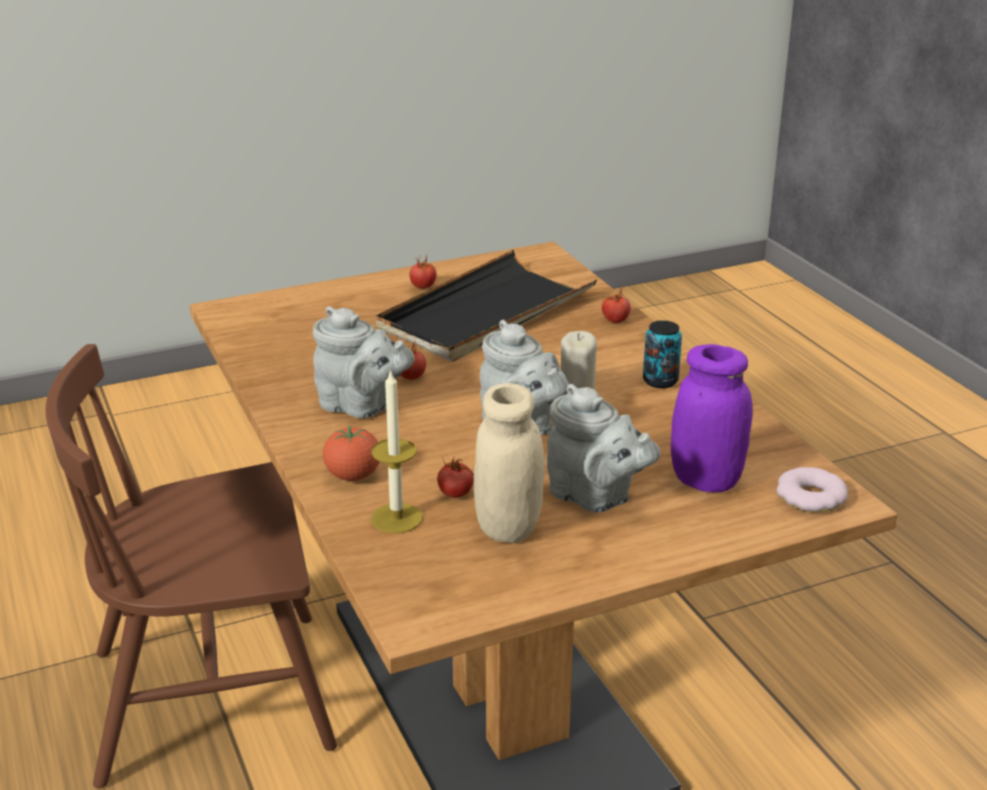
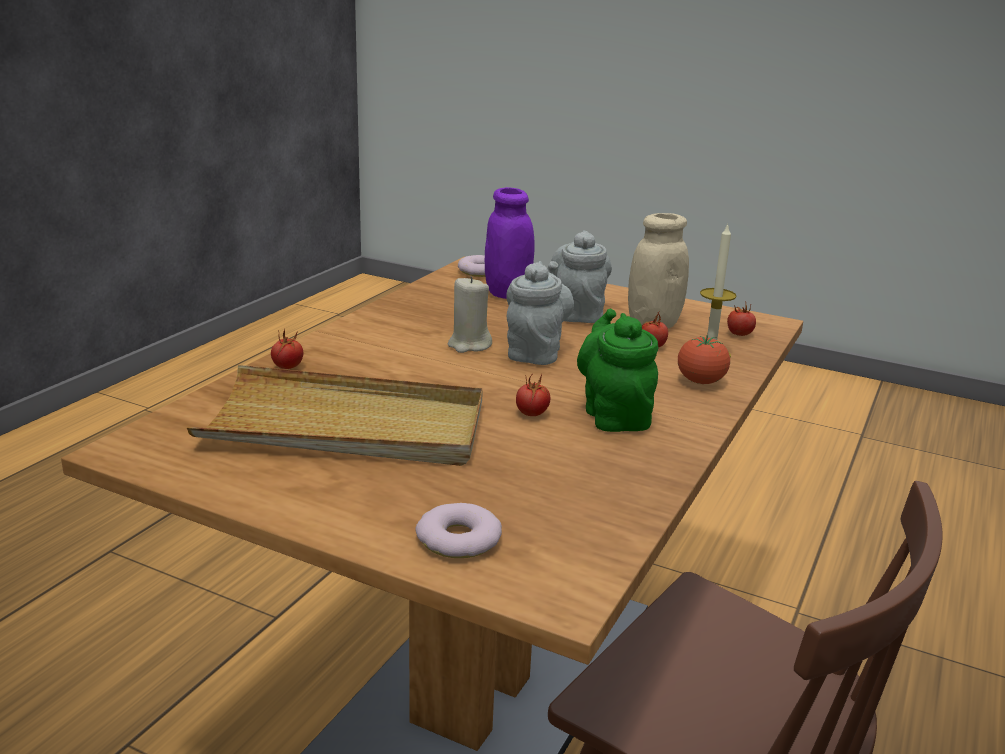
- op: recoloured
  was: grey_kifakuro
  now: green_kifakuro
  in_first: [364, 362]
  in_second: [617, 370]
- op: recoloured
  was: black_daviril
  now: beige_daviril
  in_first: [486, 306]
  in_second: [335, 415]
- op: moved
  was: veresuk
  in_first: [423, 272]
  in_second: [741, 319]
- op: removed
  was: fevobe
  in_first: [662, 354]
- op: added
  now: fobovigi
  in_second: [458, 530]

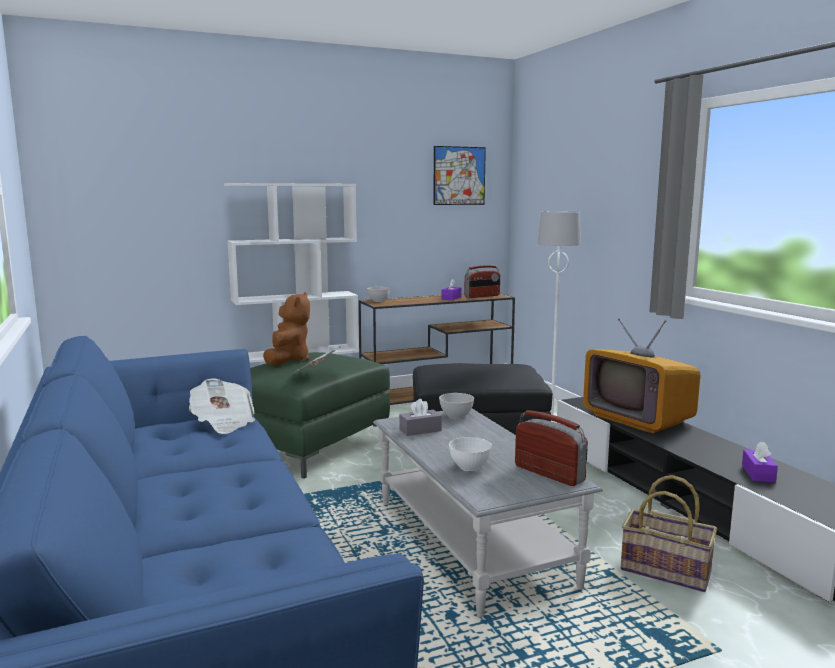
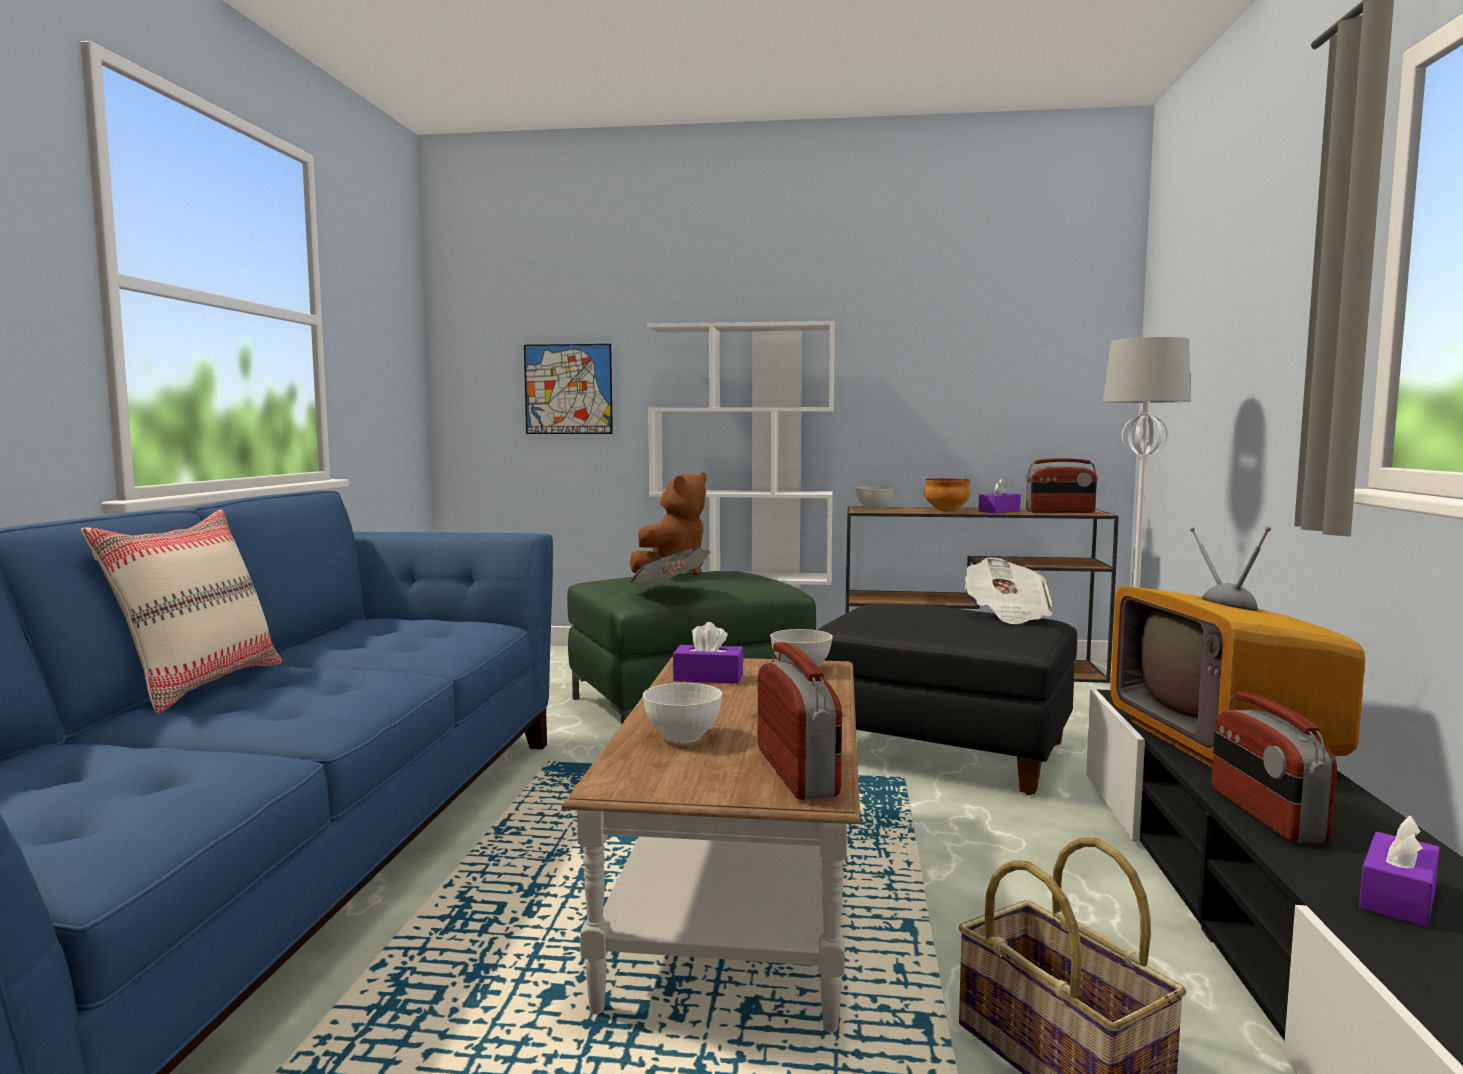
- op: moved
  was: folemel
  in_first: [222, 406]
  in_second: [1008, 591]
- op: recoloured
  was: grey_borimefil
  now: brown_borimefil
  in_first: [488, 513]
  in_second: [710, 845]
- op: recoloured
  was: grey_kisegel
  now: purple_kisegel
  in_first: [420, 417]
  in_second: [708, 653]
- op: moved
  was: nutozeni
  in_first: [459, 175]
  in_second: [568, 389]
- op: added
  now: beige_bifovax
  in_second: [181, 611]
- op: added
  now: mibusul
  in_second: [947, 495]
- op: added
  now: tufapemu
  in_second: [1274, 767]

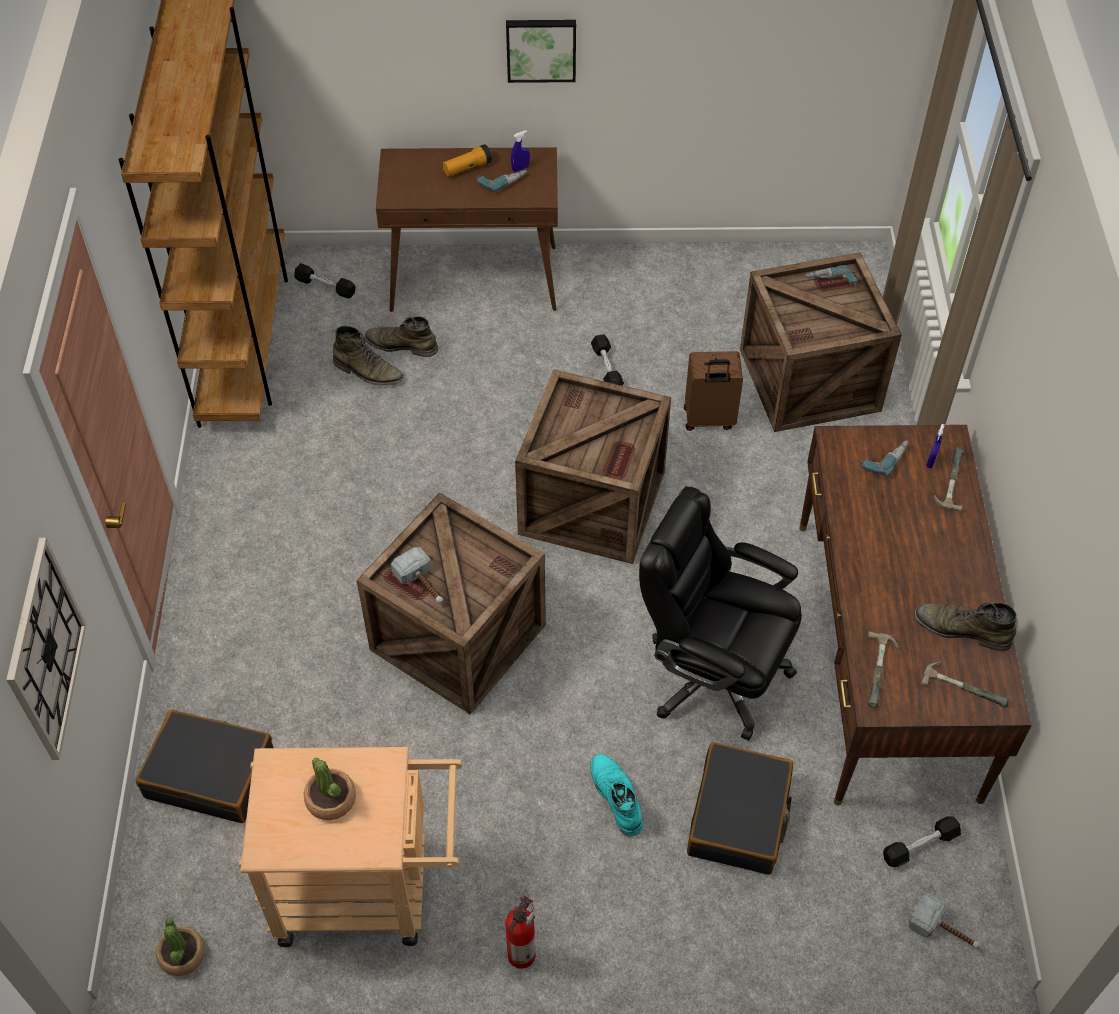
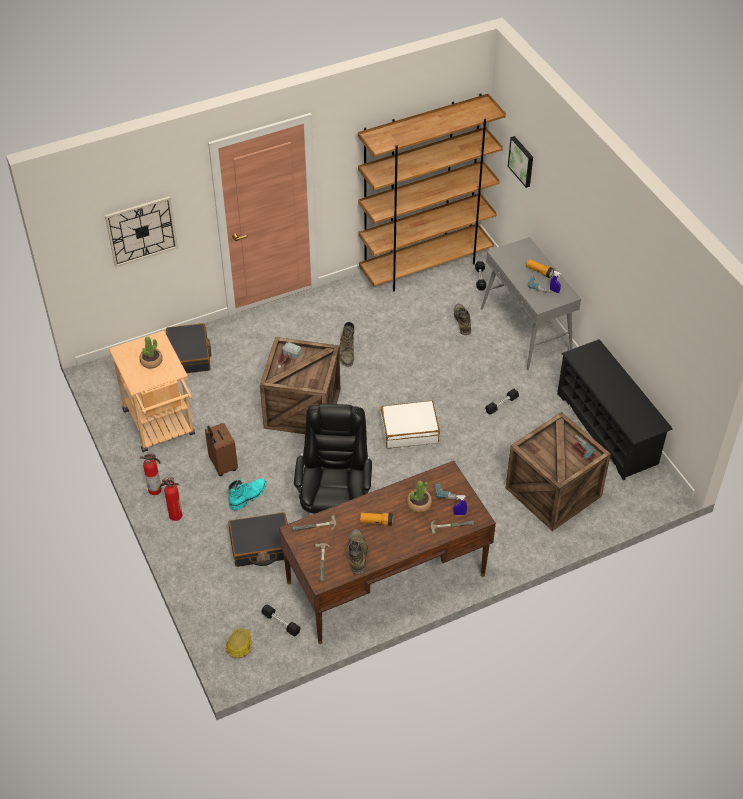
- op: moved
  was: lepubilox
  in_first: [180, 946]
  in_second: [419, 497]
- op: moved
  was: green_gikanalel
  in_first: [368, 356]
  in_second: [346, 344]
- op: recoloured
  was: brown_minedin
  now: grey_minedin
  in_first: [467, 229]
  in_second: [531, 303]
- op: moved
  was: nutozeni
  in_first: [541, 51]
  in_second: [520, 162]
- op: replaced
  was: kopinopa
  now: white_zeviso
  in_first: [593, 466]
  in_second: [410, 424]
- op: moved
  was: brown_zeviso
  in_first: [713, 391]
  in_second: [221, 449]
- op: replaced
  was: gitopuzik
  now: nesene
  in_first: [944, 921]
  in_second: [238, 643]
- op: added
  now: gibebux
  in_second: [171, 499]
- op: added
  now: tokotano
  in_second: [376, 519]
- op: added
  now: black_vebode
  in_second: [615, 409]

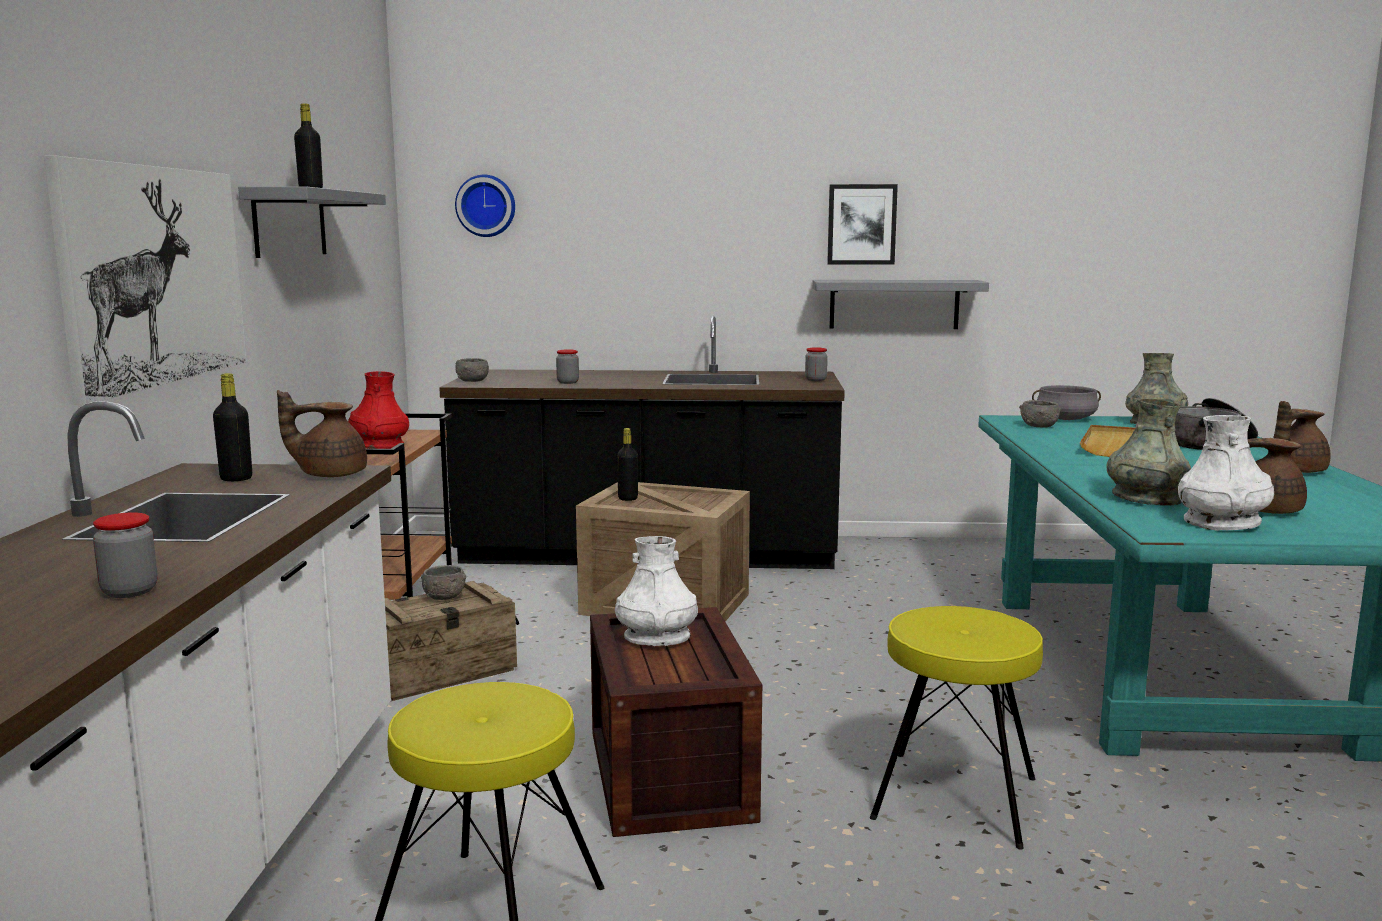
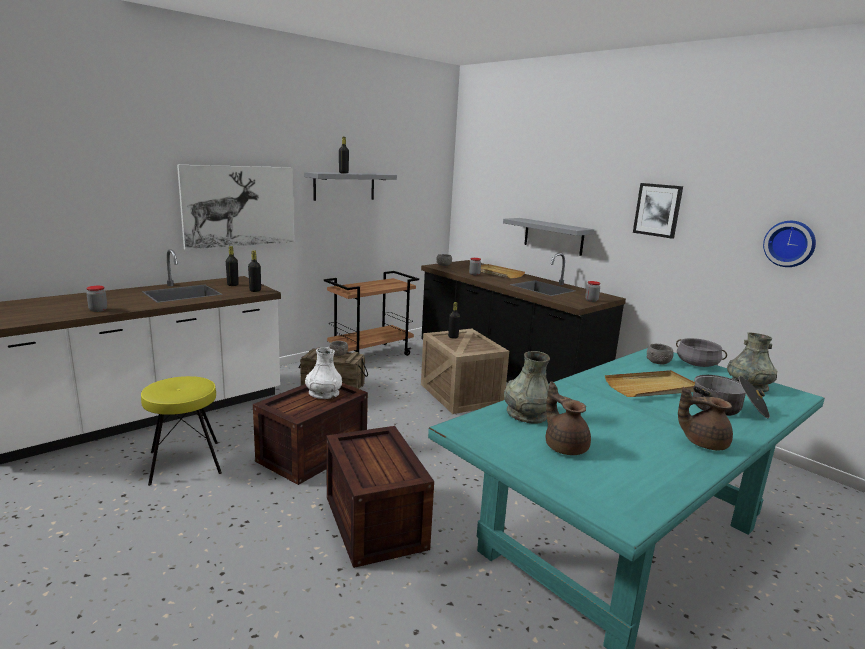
- op: replaced
  was: brown_kifakuro
  now: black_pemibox
  in_first: [322, 433]
  in_second: [254, 271]
- op: removed
  was: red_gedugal
  in_first: [378, 410]
- op: moved
  was: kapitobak
  in_first: [485, 206]
  in_second: [789, 244]
- op: moved
  was: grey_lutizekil
  in_first: [900, 304]
  in_second: [548, 237]
- op: replaced
  was: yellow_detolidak
  now: kopinopa
  in_first: [956, 728]
  in_second: [380, 497]
- op: removed
  was: white_gedugal
  in_first: [1226, 473]
- op: added
  now: beige_daviril
  in_second: [503, 271]

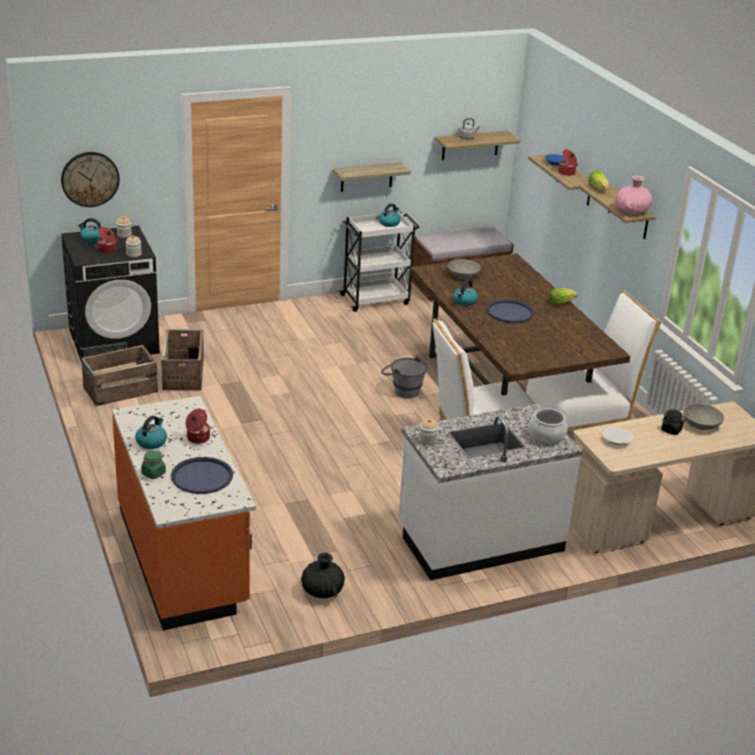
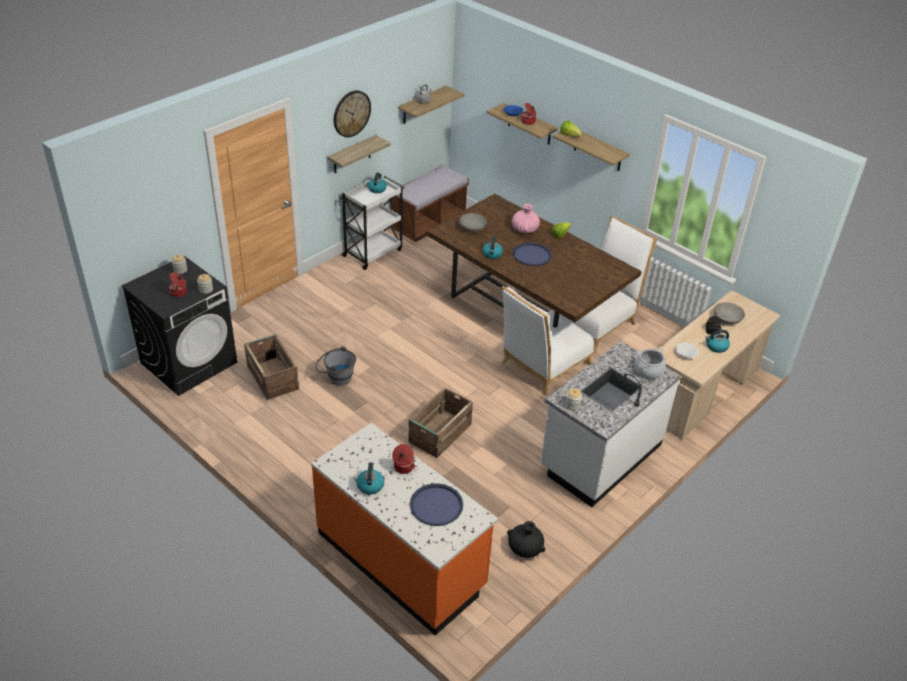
- op: moved
  was: kapitobak
  in_first: [90, 179]
  in_second: [352, 114]
- op: moved
  was: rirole
  in_first: [90, 231]
  in_second: [717, 341]
- op: moved
  was: kopinopa
  in_first: [119, 375]
  in_second: [441, 422]
- op: removed
  was: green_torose
  in_first: [153, 464]
- op: moved
  was: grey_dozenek
  in_first: [404, 377]
  in_second: [335, 366]
- op: moved
  was: pink_gedugal
  in_first: [634, 195]
  in_second: [526, 218]

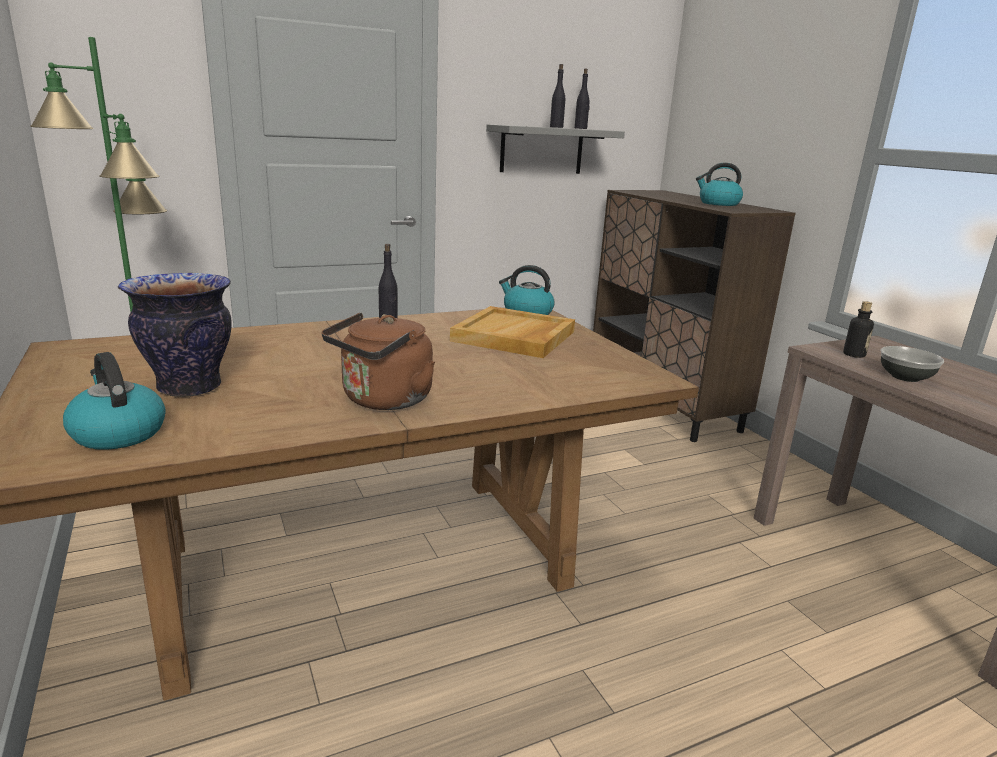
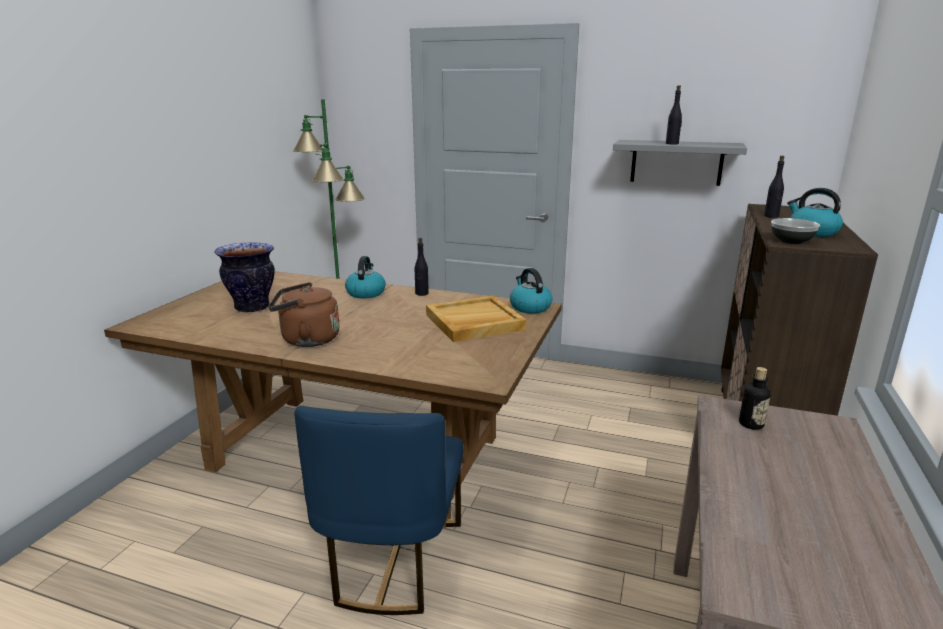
- op: moved
  was: rirole
  in_first: [114, 401]
  in_second: [365, 277]
- op: moved
  was: black_pemibox
  in_first: [582, 98]
  in_second: [774, 187]
- op: moved
  was: mibusul
  in_first: [912, 364]
  in_second: [795, 231]
- op: added
  now: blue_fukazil
  in_second: [378, 510]

